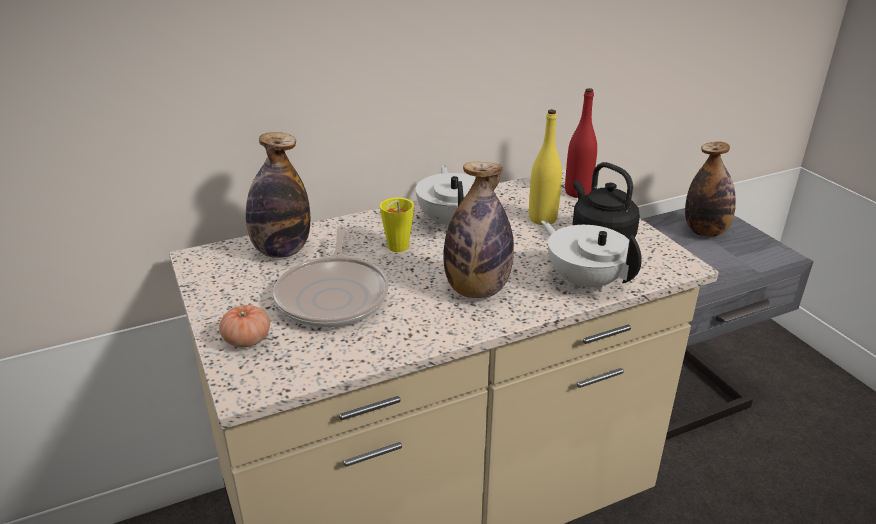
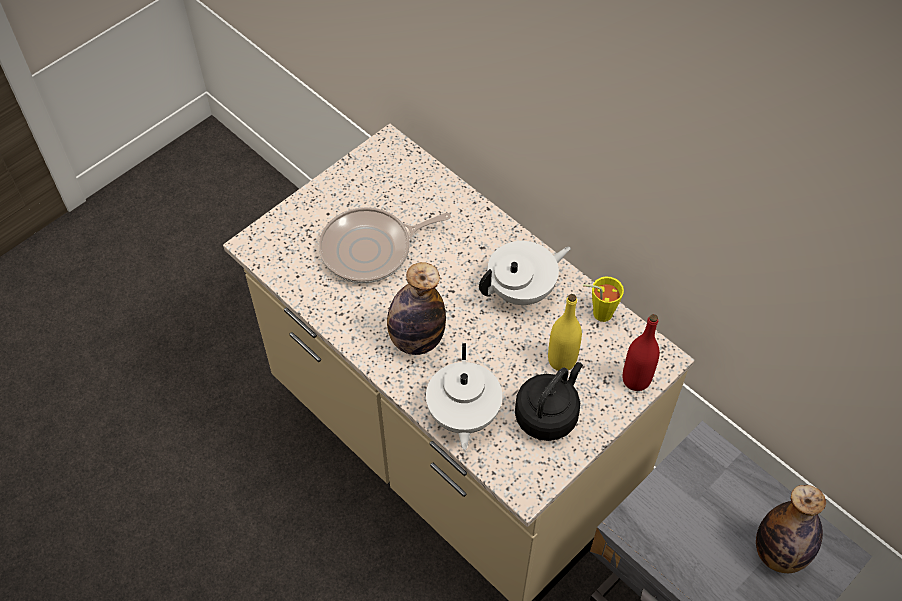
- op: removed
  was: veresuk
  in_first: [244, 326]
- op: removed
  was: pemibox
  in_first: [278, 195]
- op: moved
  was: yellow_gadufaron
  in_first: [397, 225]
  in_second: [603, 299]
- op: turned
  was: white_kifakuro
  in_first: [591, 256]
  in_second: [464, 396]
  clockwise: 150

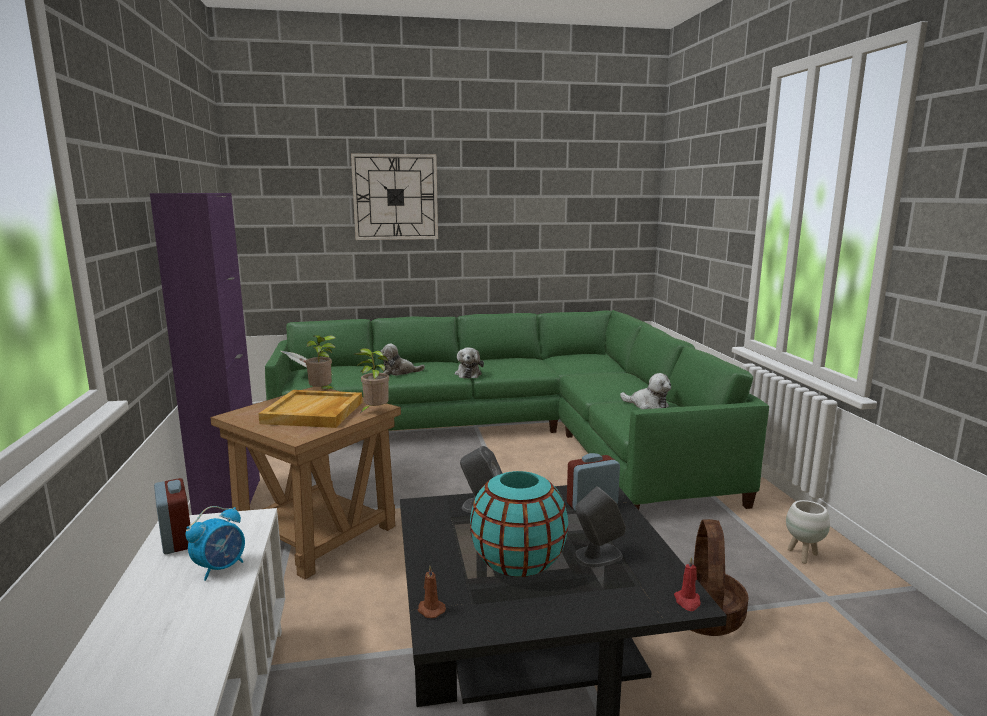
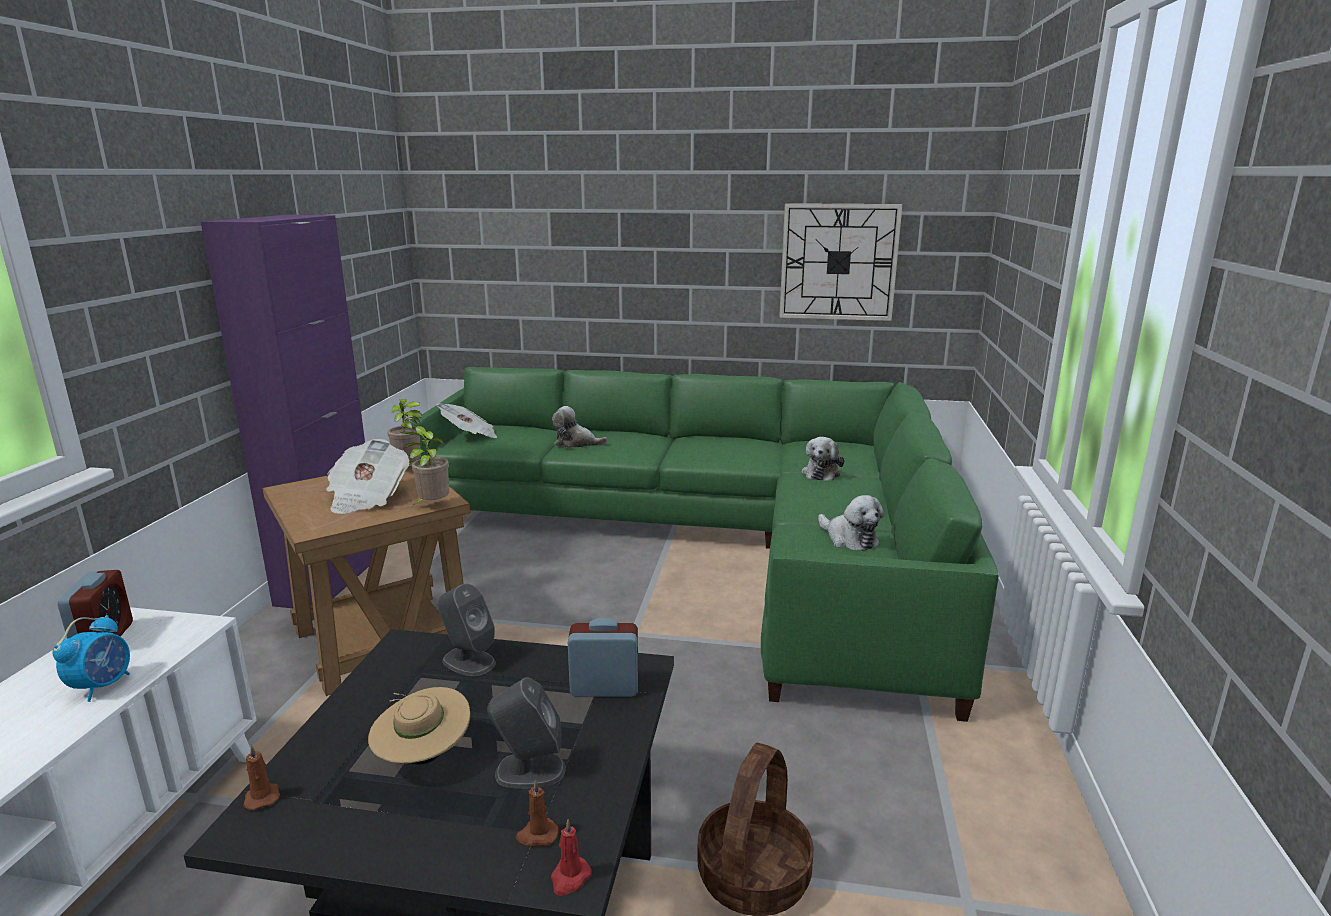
- op: turned
  was: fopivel
  in_first: [215, 543]
  in_second: [91, 658]
  clockwise: -45
- op: replaced
  was: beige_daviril
  now: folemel
  in_first: [310, 409]
  in_second: [368, 476]
- op: moved
  was: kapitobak
  in_first: [394, 196]
  in_second: [840, 262]
- op: moved
  was: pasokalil
  in_first: [469, 362]
  in_second: [823, 459]
- op: replaced
  was: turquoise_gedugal
  now: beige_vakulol
  in_first: [519, 524]
  in_second: [419, 726]
- op: removed
  was: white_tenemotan
  in_first: [808, 532]
- op: added
  now: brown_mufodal
  in_second: [537, 813]

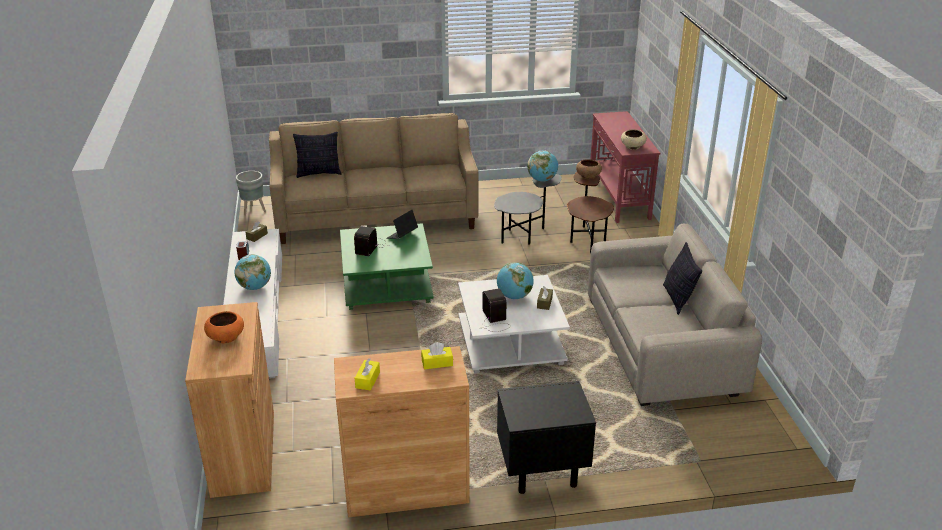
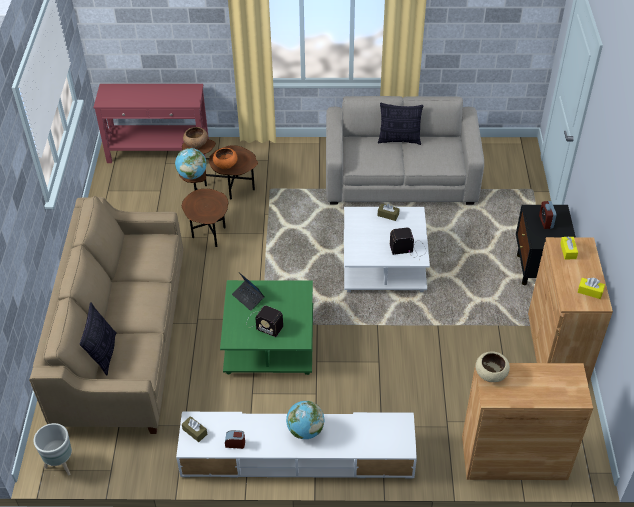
- op: moved
  was: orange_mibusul
  in_first: [224, 327]
  in_second: [225, 158]
- op: recoloured
  was: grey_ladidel
  now: brown_ladidel
  in_first: [528, 209]
  in_second: [203, 208]
- op: removed
  was: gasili
  in_first: [515, 280]
- op: moved
  was: beige_mibusul
  in_first: [634, 140]
  in_second: [492, 366]
- op: added
  now: fopivel
  in_second: [548, 215]

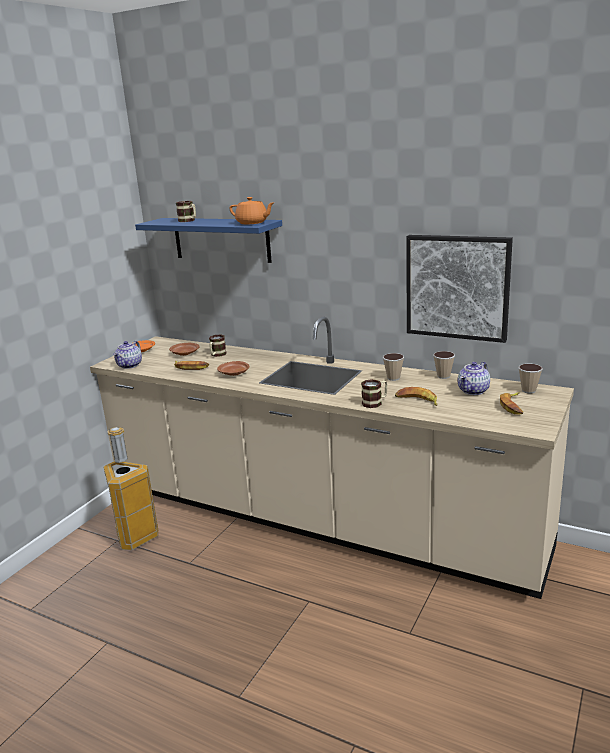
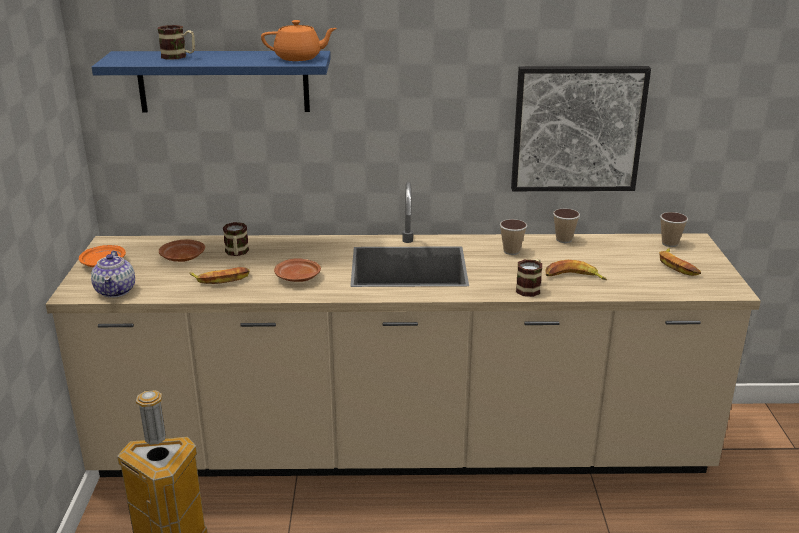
- op: removed
  was: kifakuro
  in_first: [473, 378]

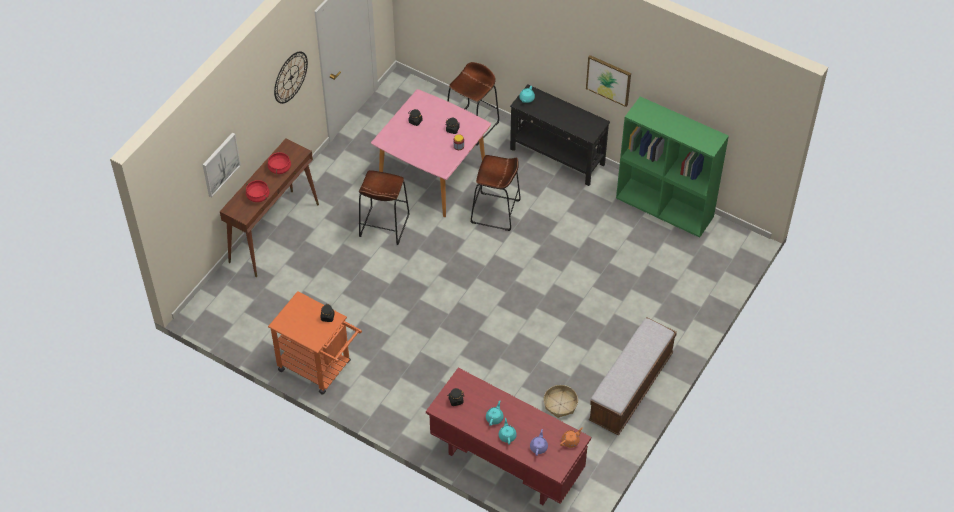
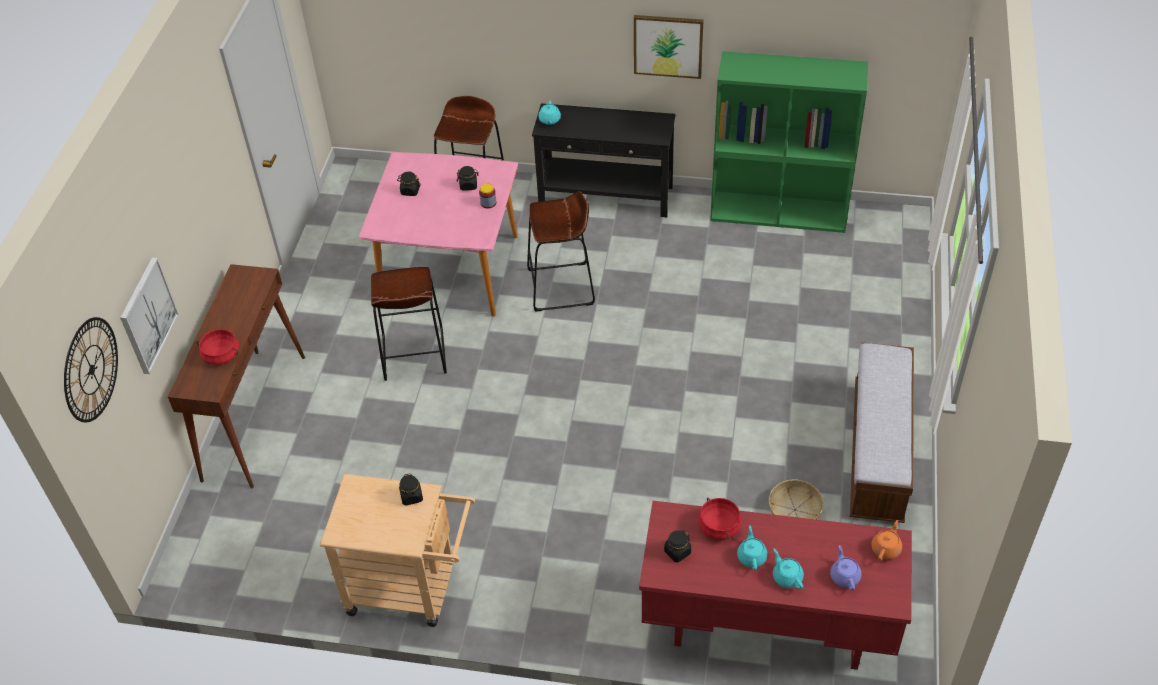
- op: moved
  was: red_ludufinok
  in_first: [279, 163]
  in_second: [719, 519]
- op: recoloured
  was: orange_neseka
  now: beige_neseka
  in_first: [315, 343]
  in_second: [397, 550]
- op: moved
  was: kapitobak
  in_first: [291, 77]
  in_second: [91, 370]

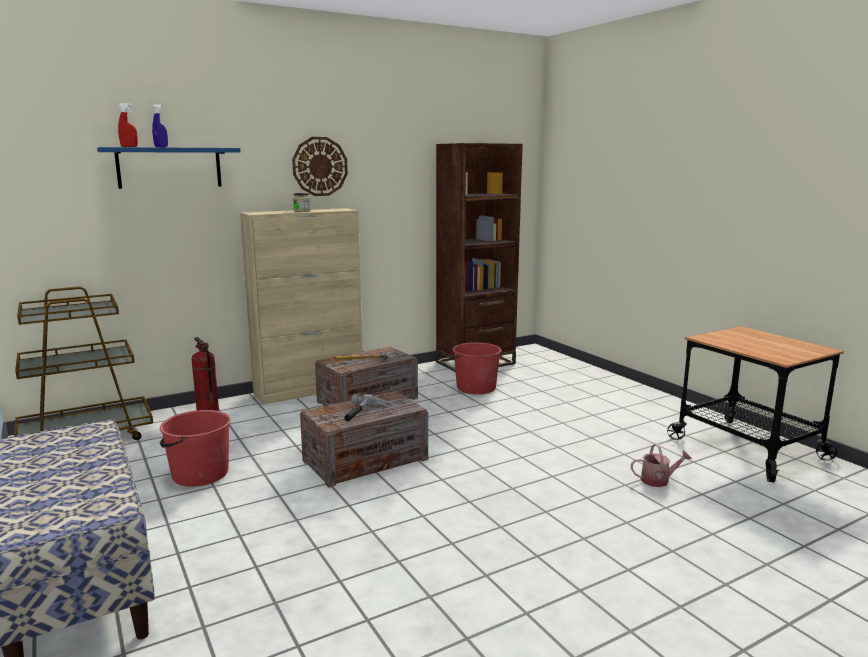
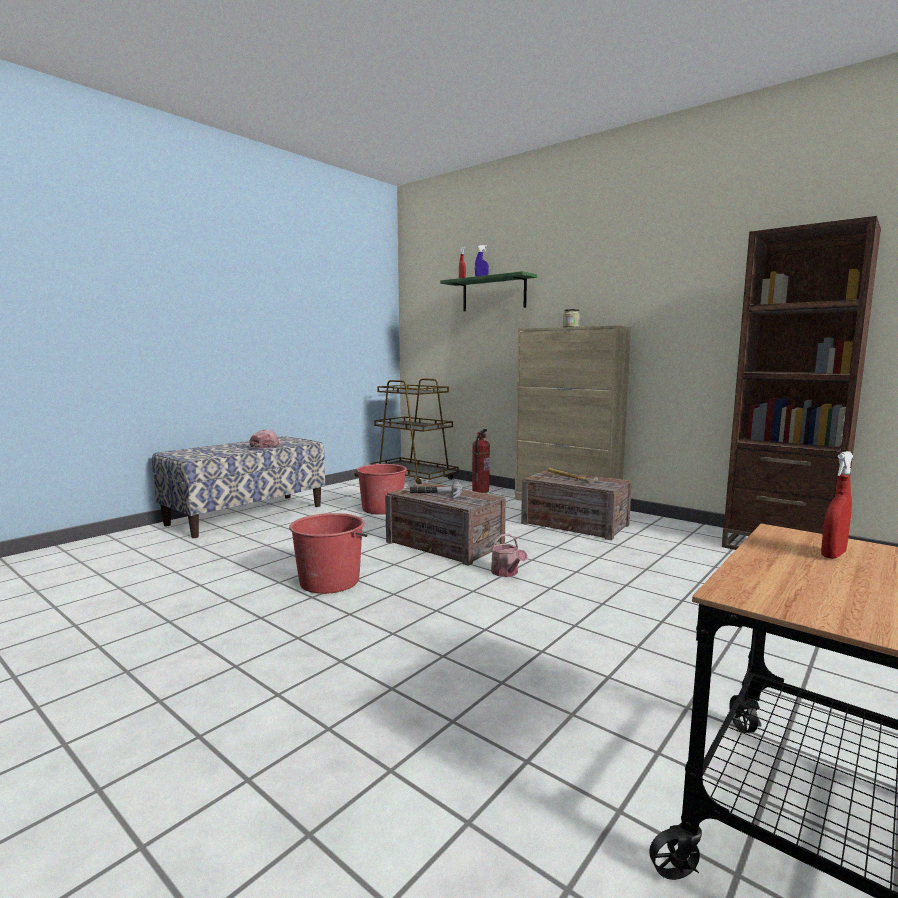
- op: recoloured
  was: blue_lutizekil
  now: green_lutizekil
  in_first: [169, 168]
  in_second: [488, 291]
- op: removed
  was: kapitobak
  in_first: [320, 166]
- op: moved
  was: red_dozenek
  in_first: [476, 368]
  in_second: [328, 553]
- op: moved
  was: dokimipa
  in_first: [661, 465]
  in_second: [509, 555]
- op: added
  now: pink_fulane
  in_second: [266, 439]
- op: added
  now: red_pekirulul
  in_second: [837, 505]

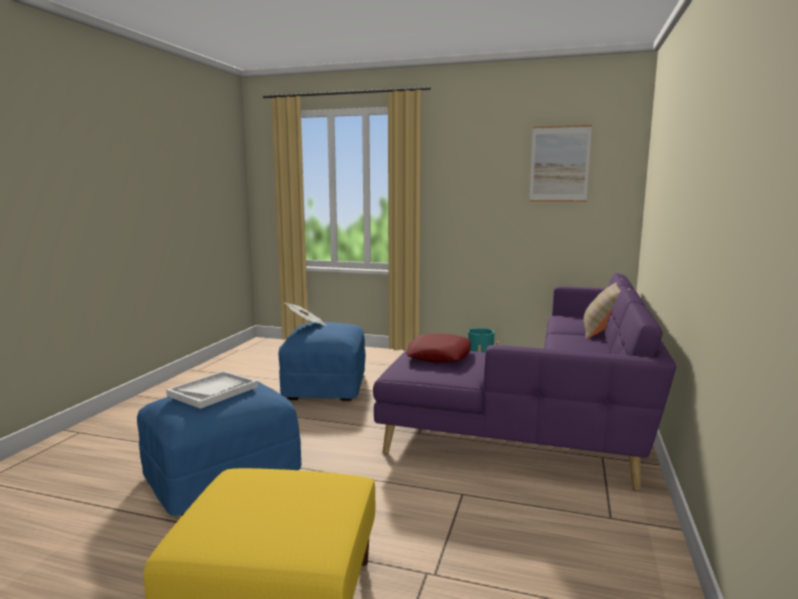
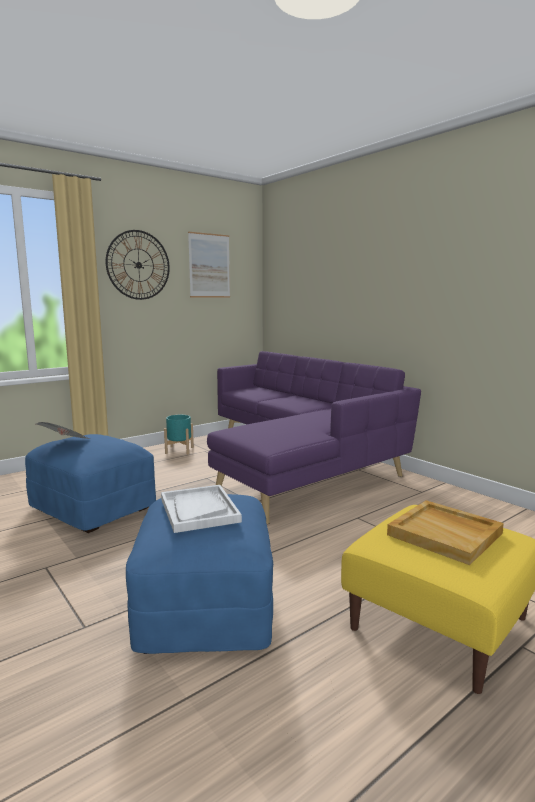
- op: removed
  was: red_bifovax
  in_first: [438, 348]
- op: removed
  was: beige_bifovax
  in_first: [607, 309]
- op: added
  now: kapitobak
  in_second: [138, 265]
- op: added
  now: beige_daviril
  in_second: [445, 532]

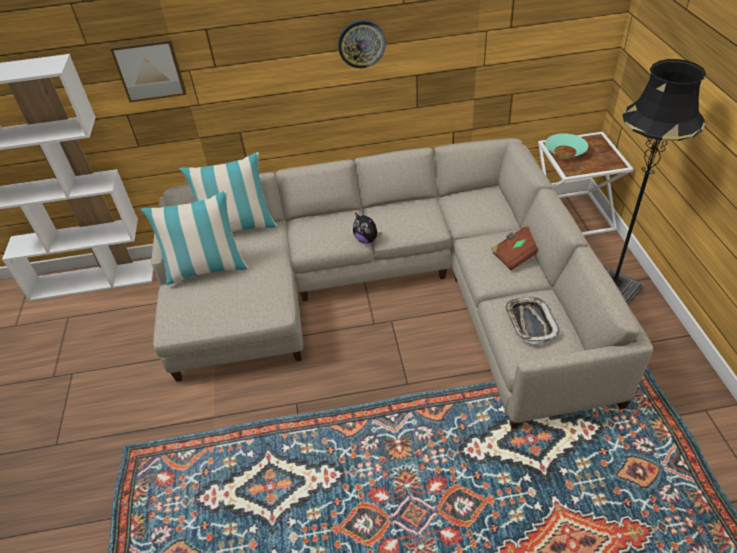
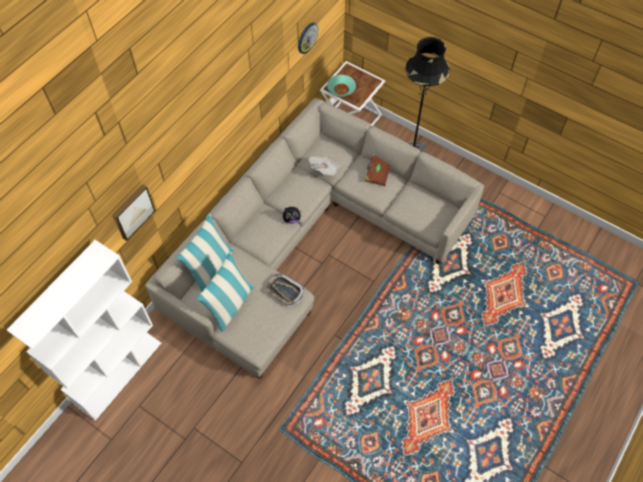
- op: moved
  was: kapitobak
  in_first: [362, 44]
  in_second: [308, 38]
- op: moved
  was: daviril
  in_first: [532, 320]
  in_second: [285, 289]
- op: added
  now: folemel
  in_second: [324, 166]

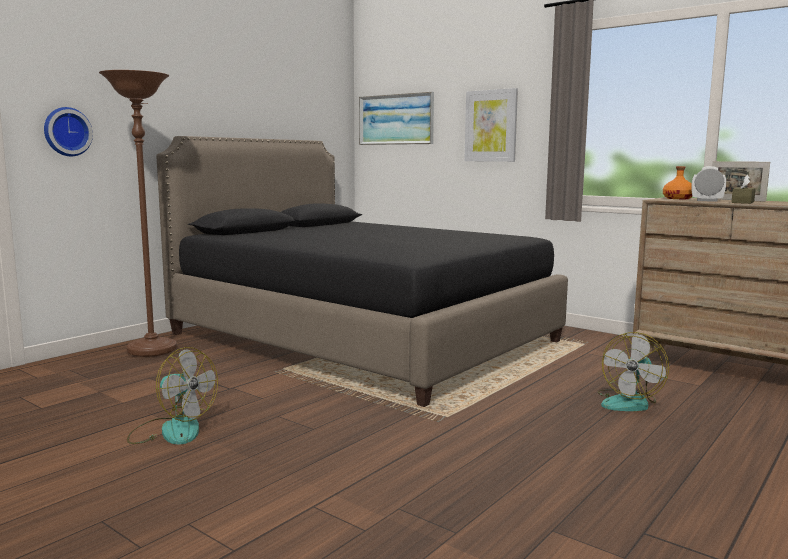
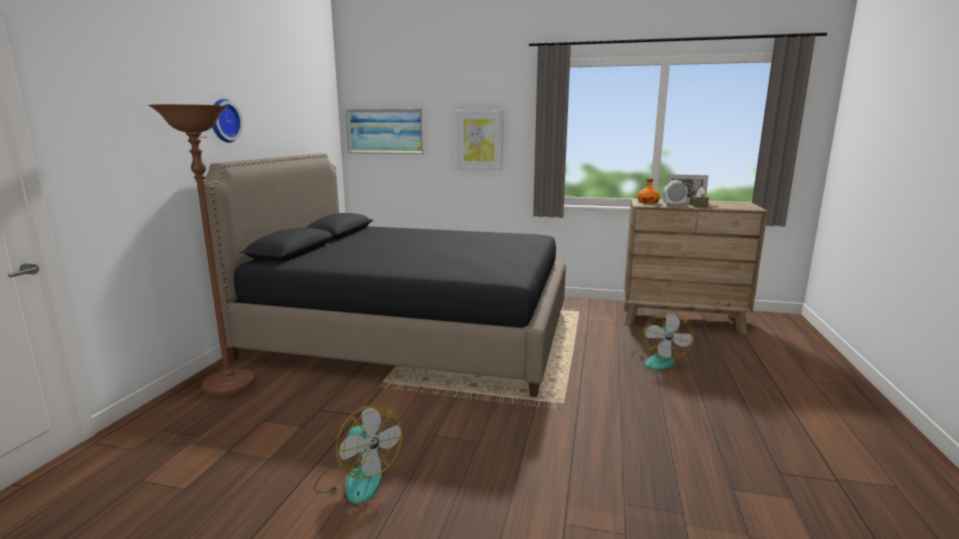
- op: moved
  was: kapitobak
  in_first: [68, 131]
  in_second: [227, 121]
- op: turned
  was: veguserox
  in_first: [172, 396]
  in_second: [357, 454]
  clockwise: 45

